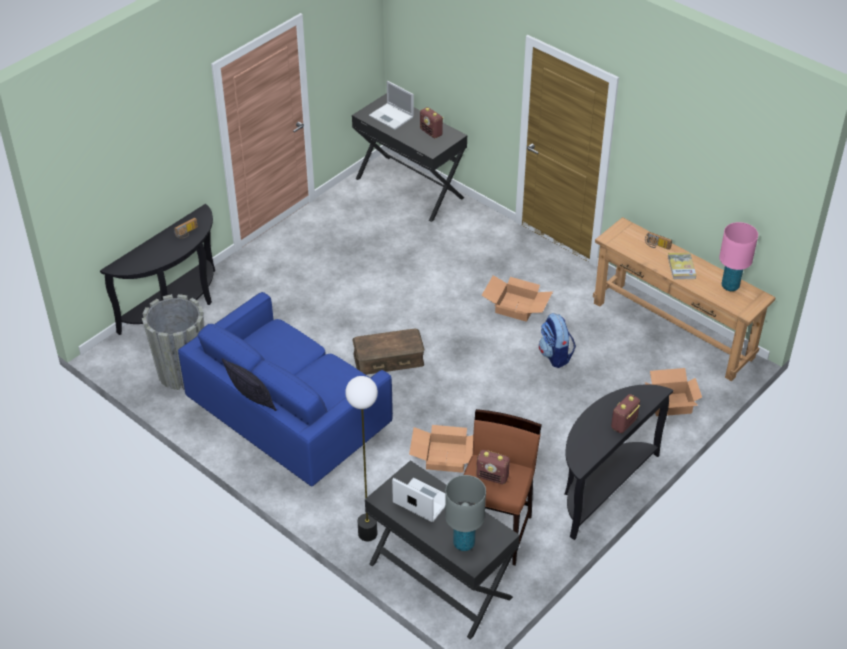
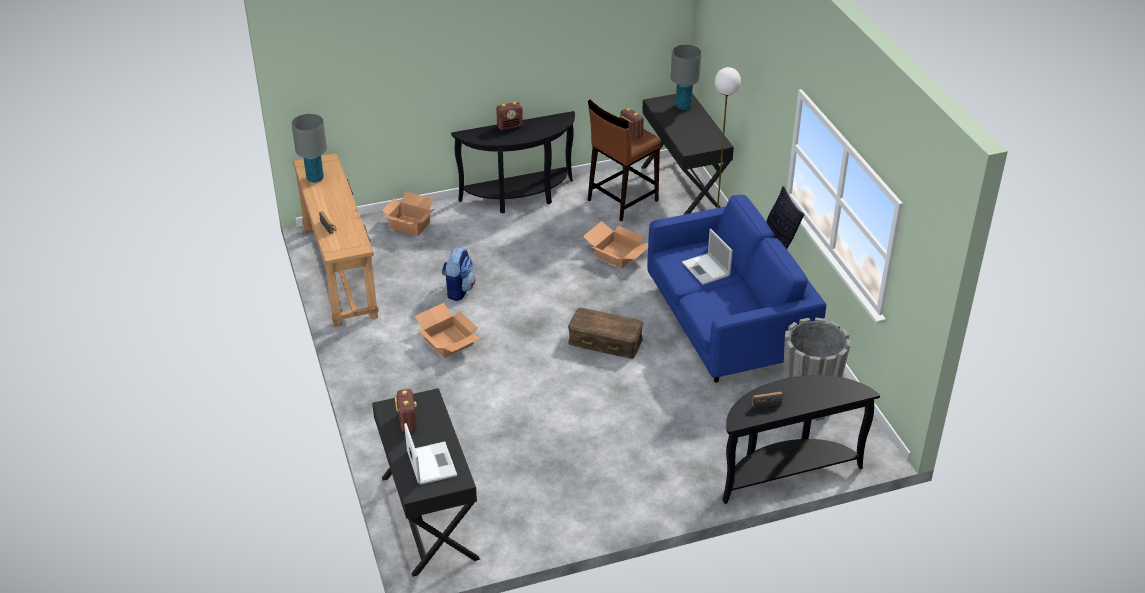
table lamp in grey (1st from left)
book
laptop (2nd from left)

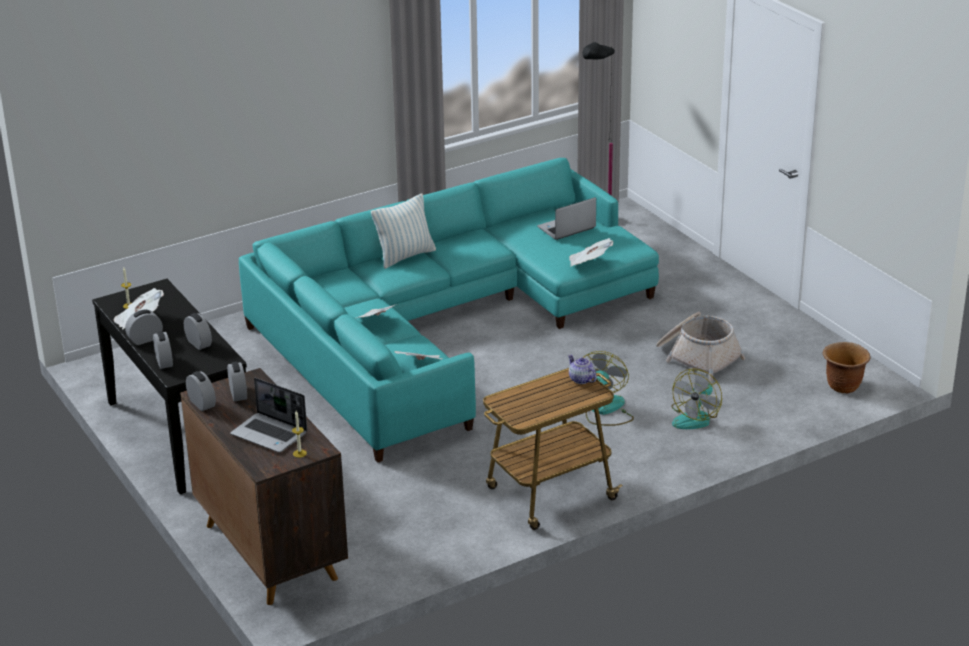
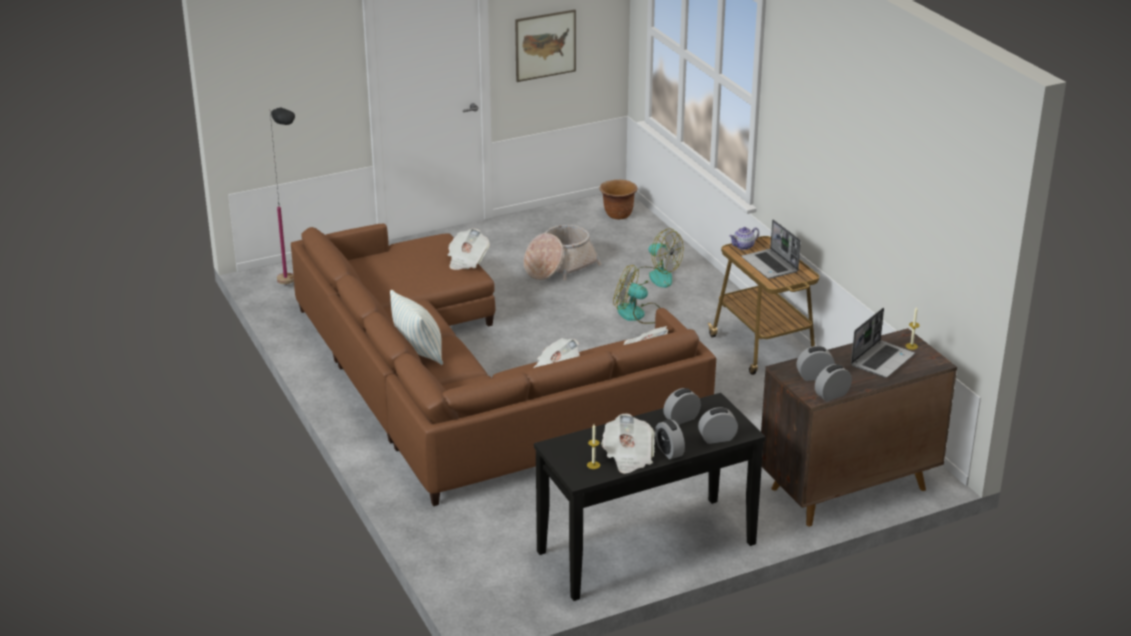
sofa in brown
laptop (1st from left)
picture

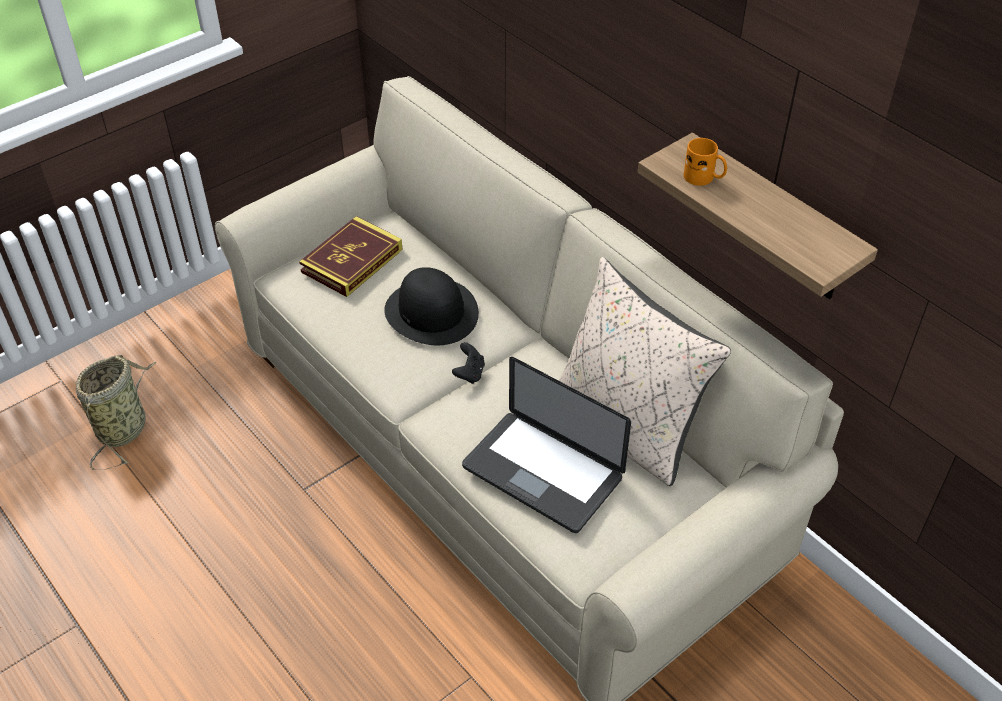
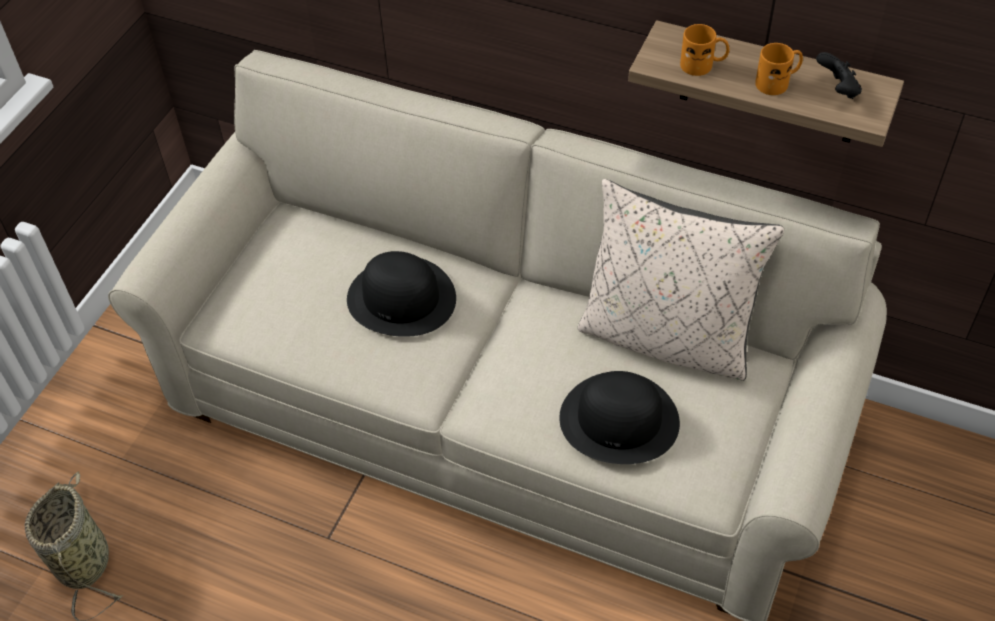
book
game controller in black
hat in black (2nd from left)
mug in orange (2nd from left)

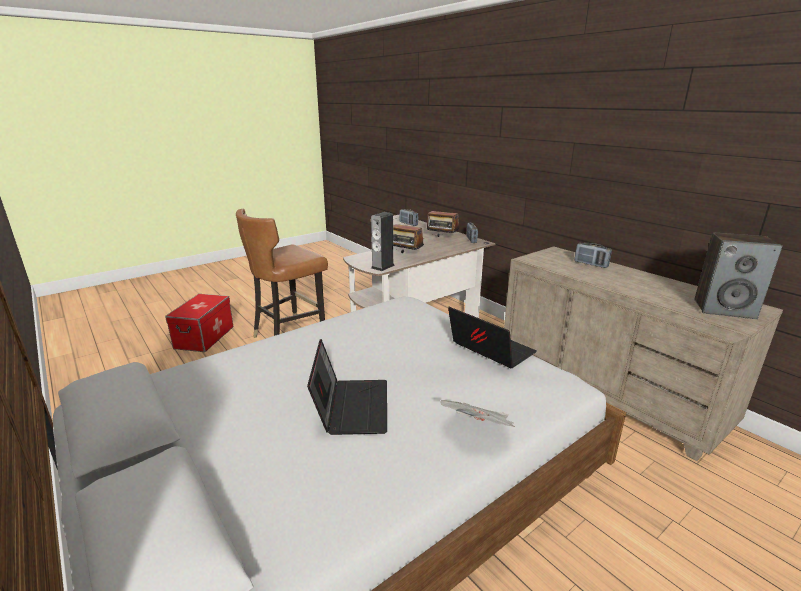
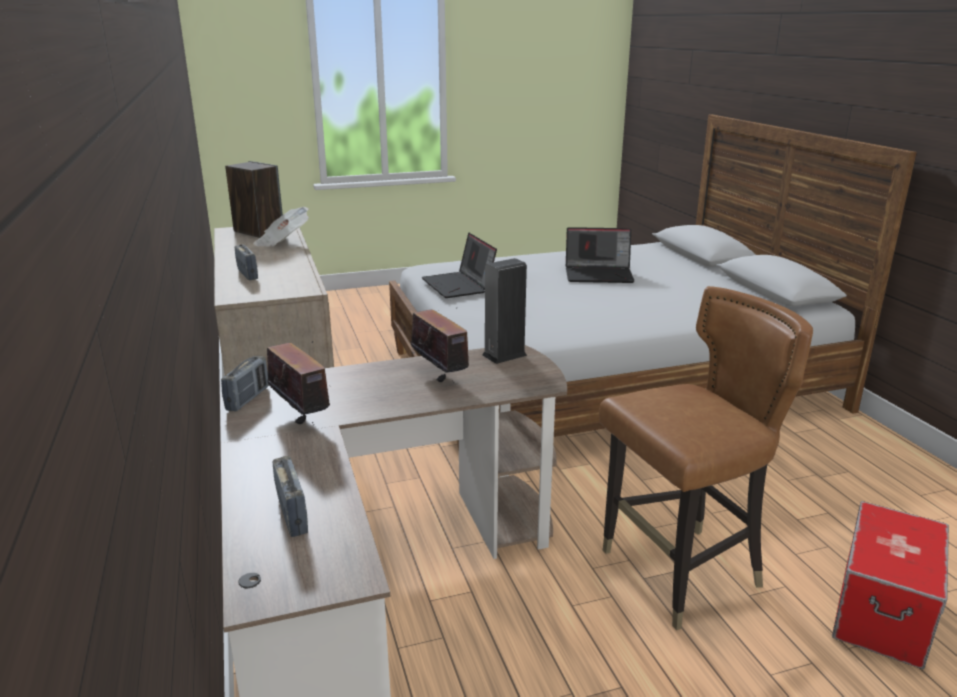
laptop (2nd from left)
newspaper

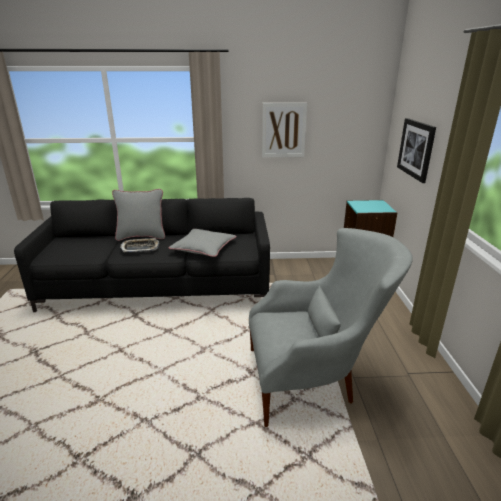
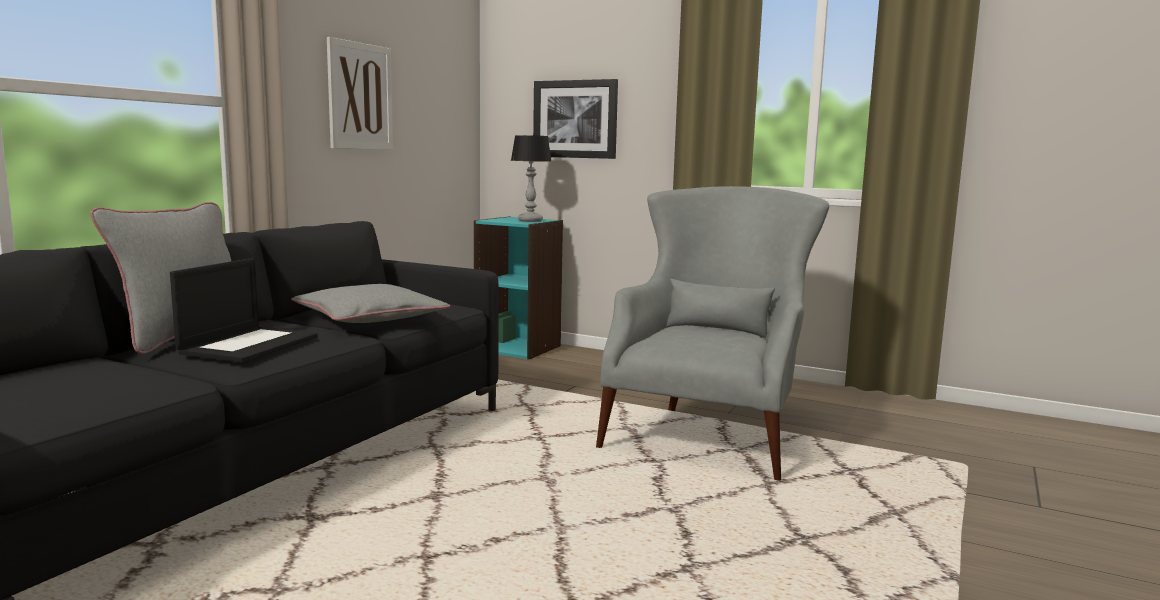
laptop
table lamp

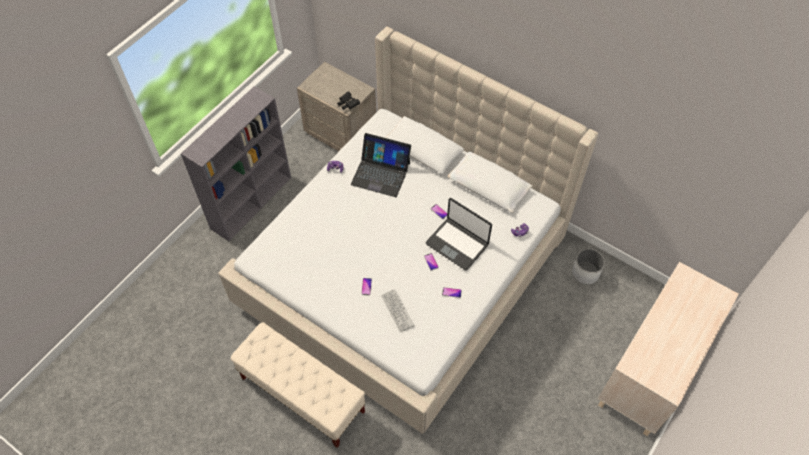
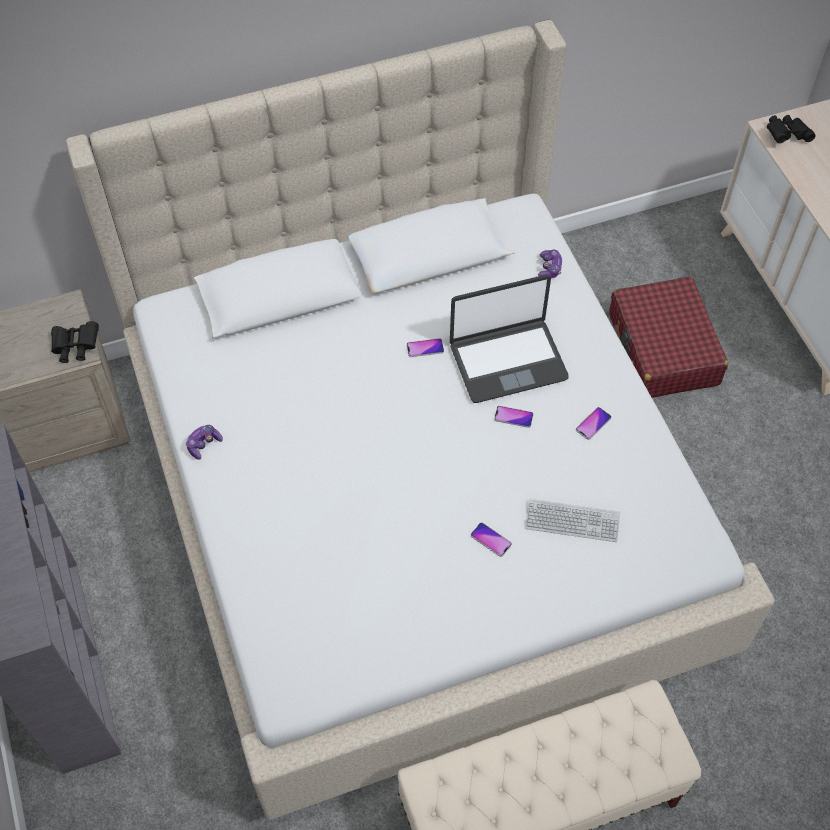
laptop (1st from left in the first image)
planter in white
binoculars in black (2nd from left)
suitcase in red

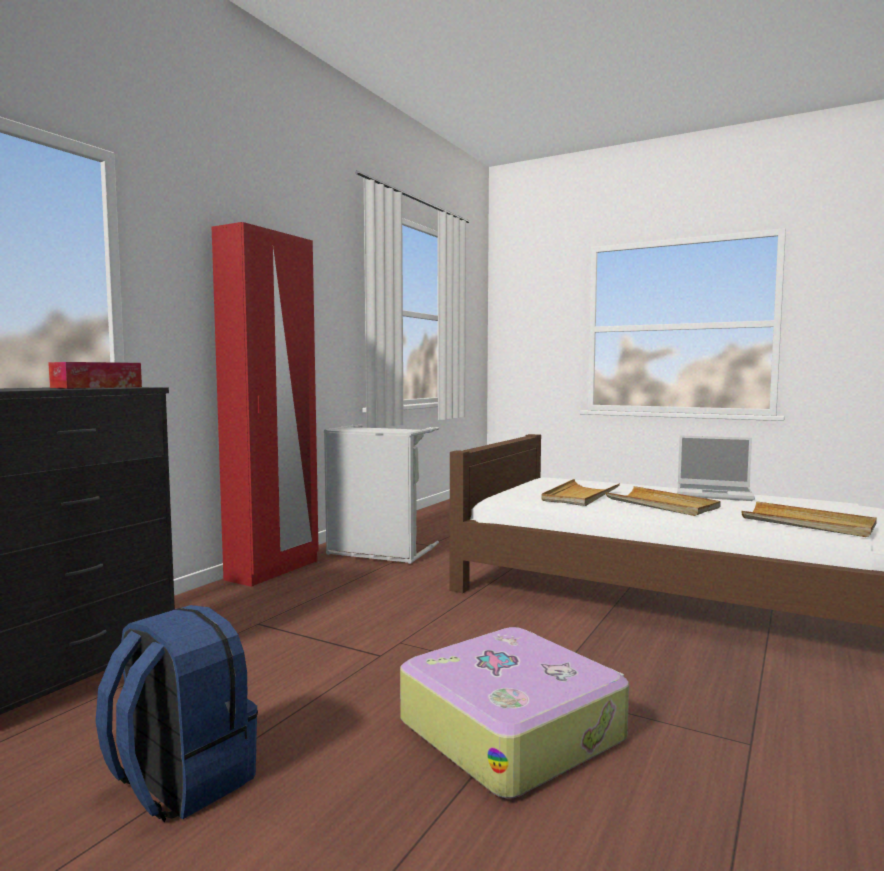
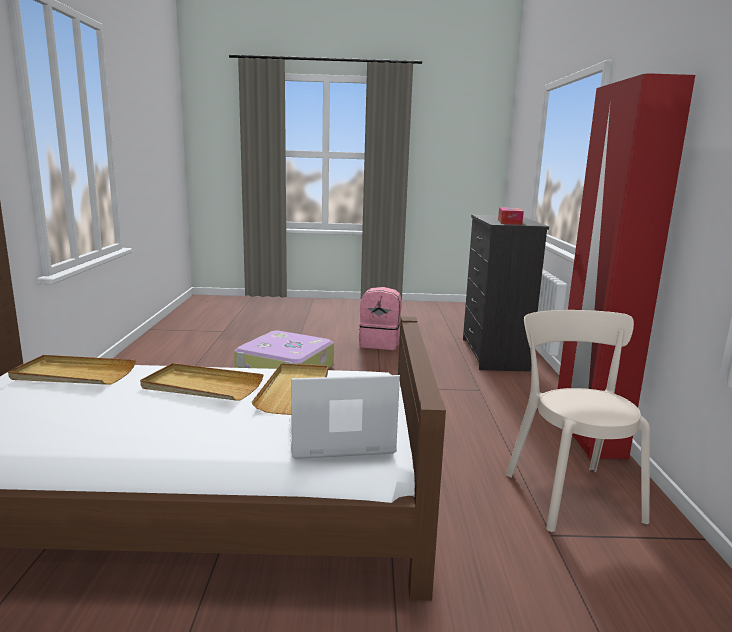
chair in beige
laptop
backpack in pink

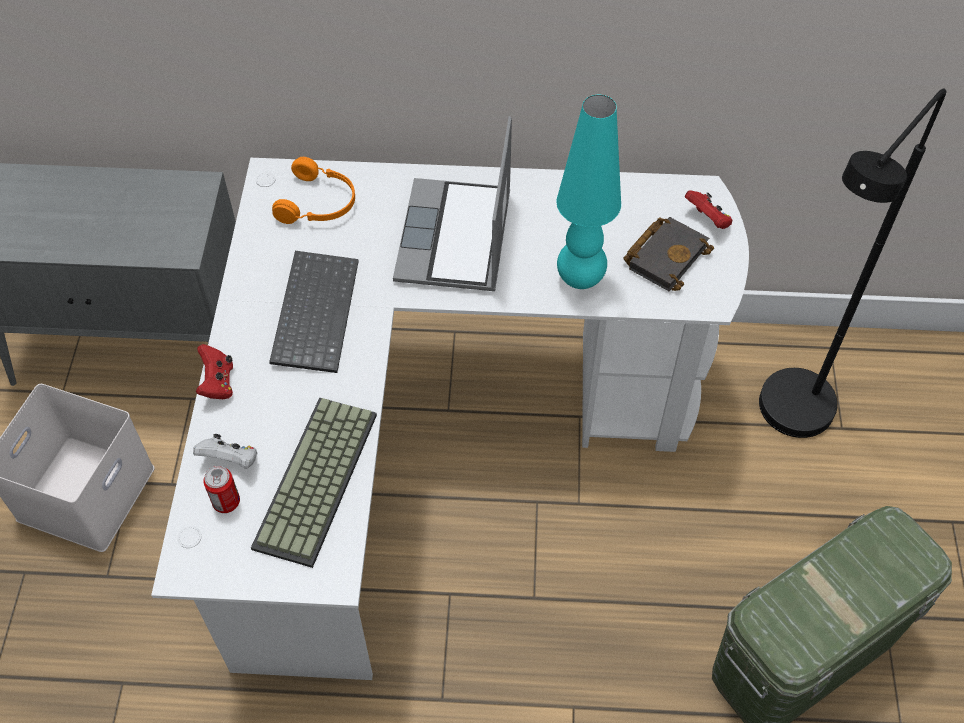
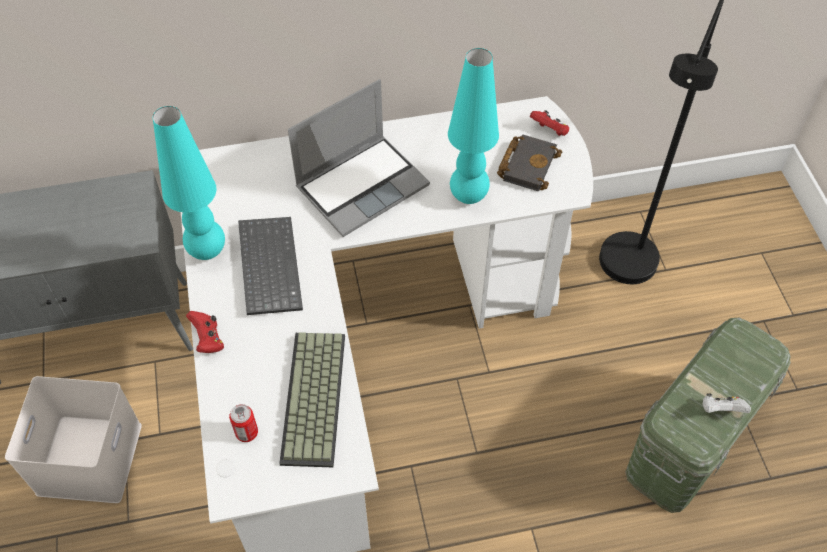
laptop
headphones in orange
game controller in white
table lamp in turquoise (1st from left)

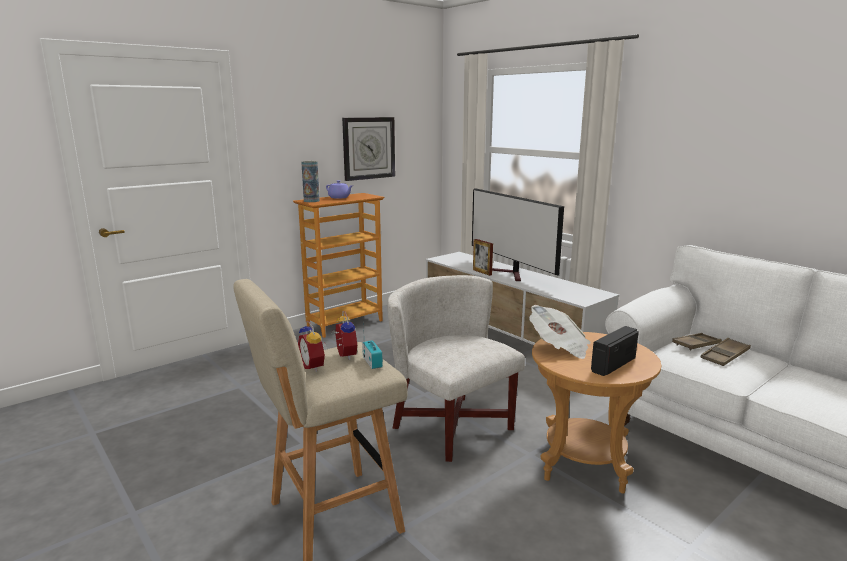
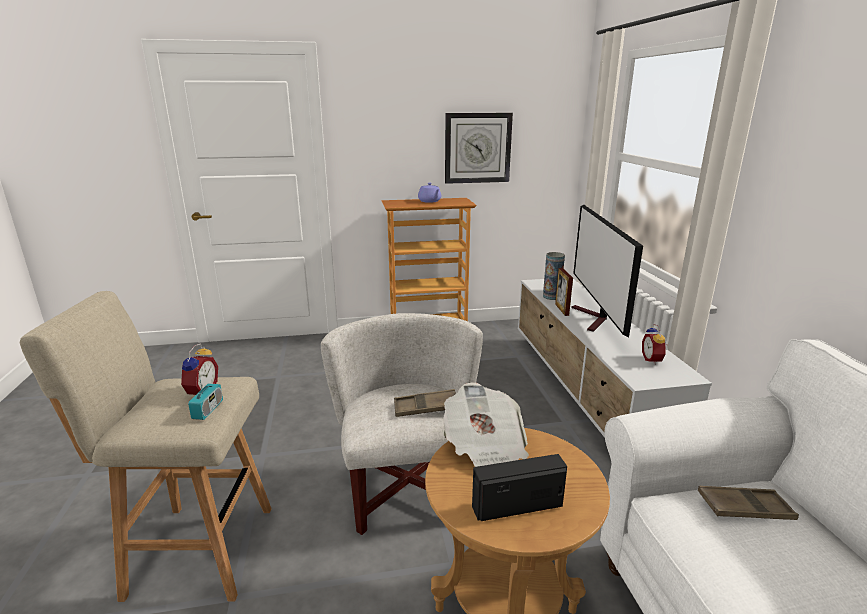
vase
alarm clock (2nd from left)
tray in brown (1st from left)

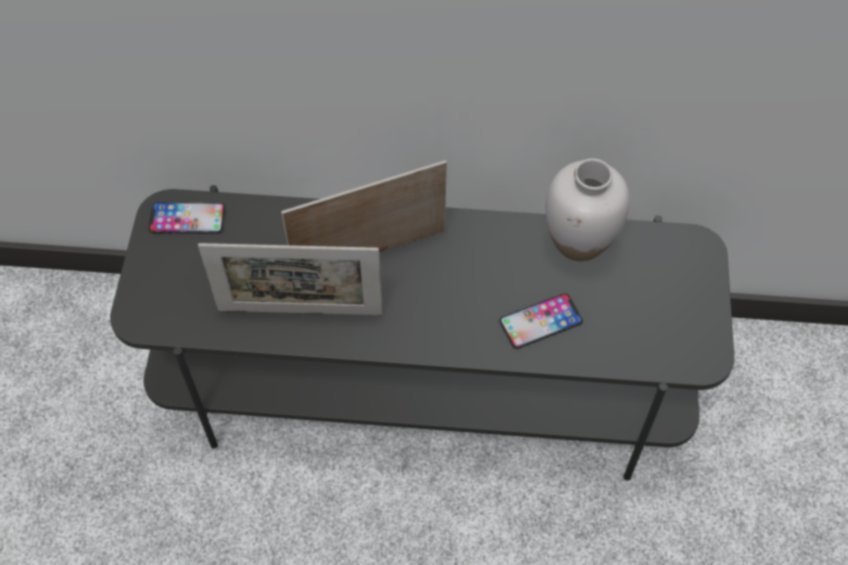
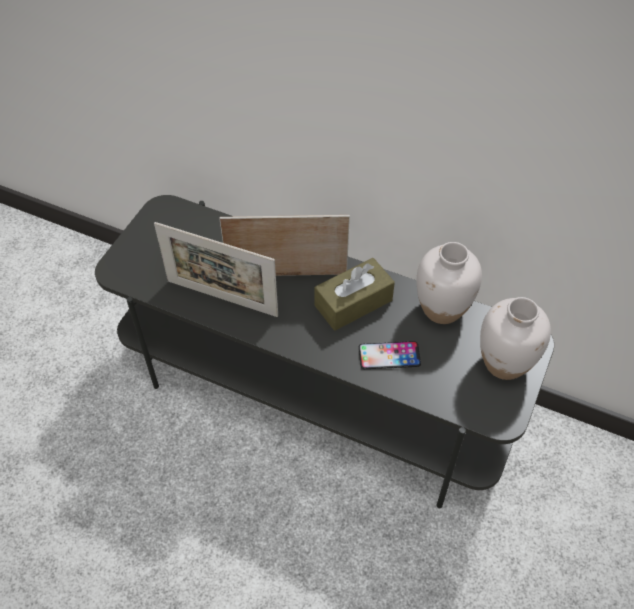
phone (1st from left in the first image)
tissue box in brown
vase in white (2nd from left)

